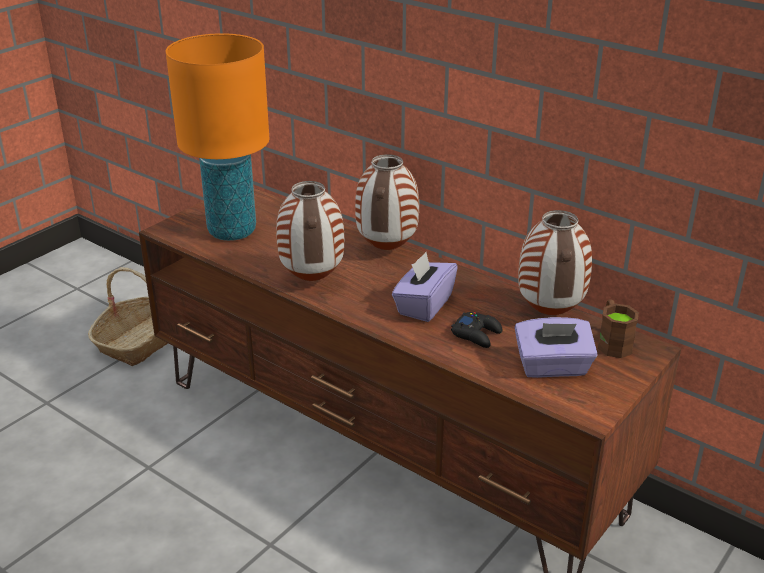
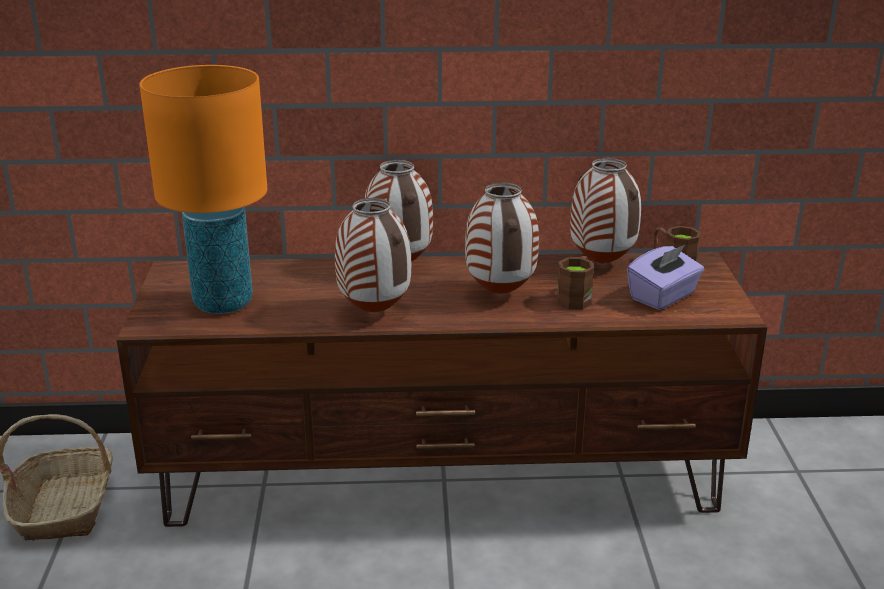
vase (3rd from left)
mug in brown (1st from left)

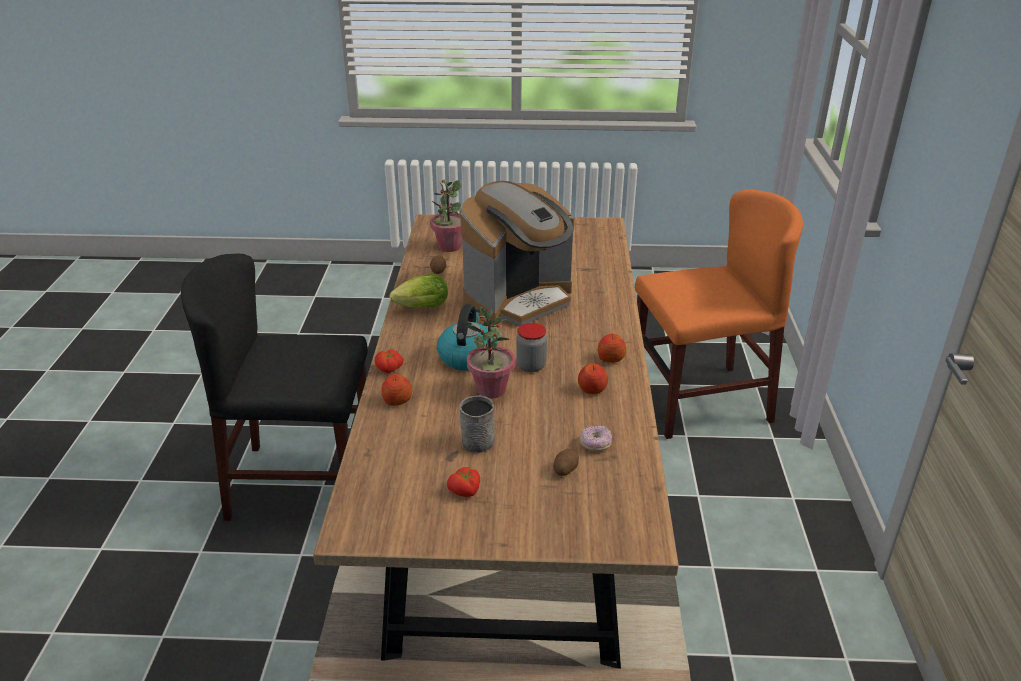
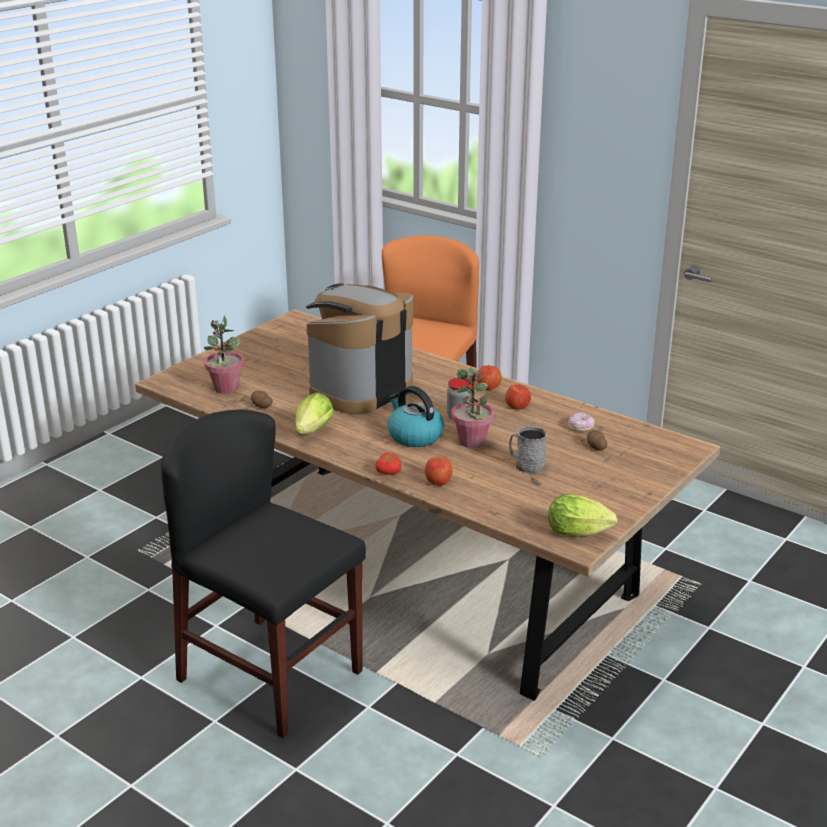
coffee machine
chair in black
tomato (2nd from left in the first image)
lettuce (2nd from left)

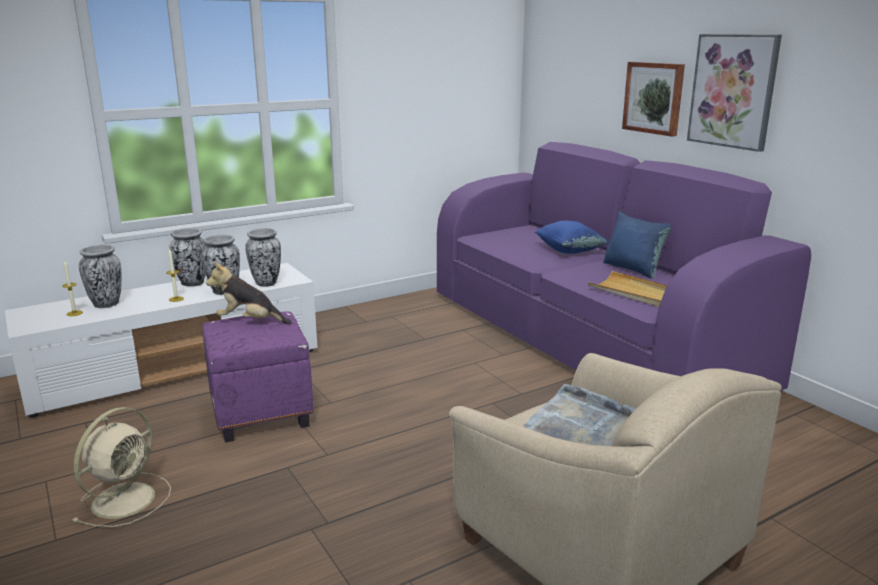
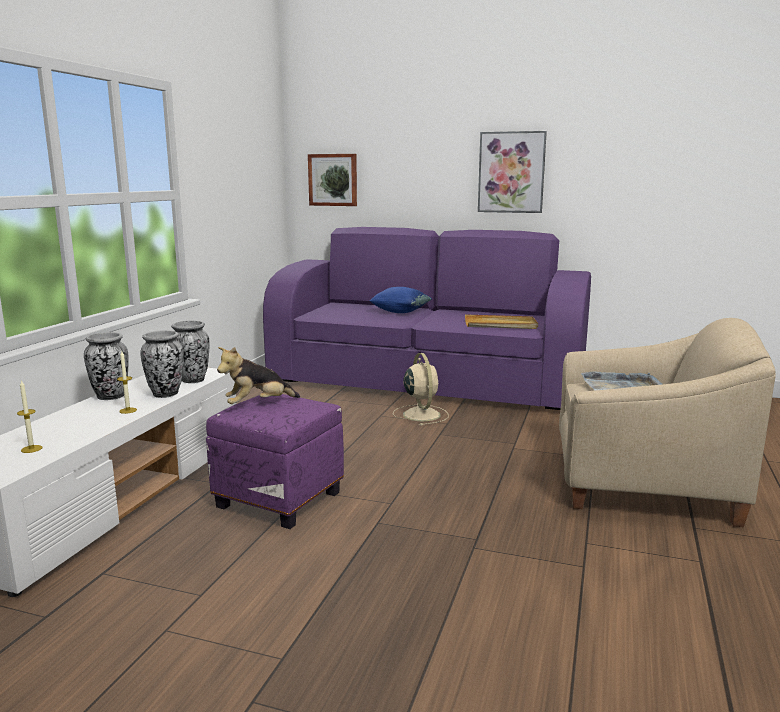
picture (1st from left)
pillow in blue (2nd from left in the first image)
vase (1st from left in the first image)
fan in beige

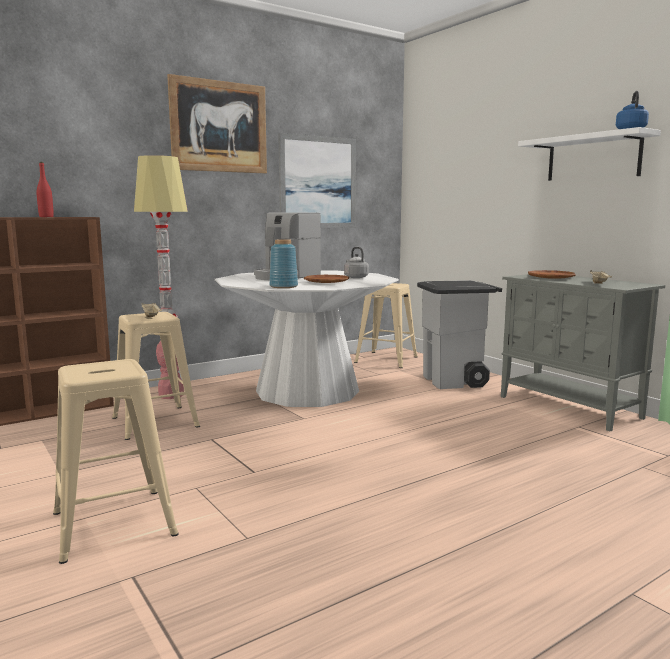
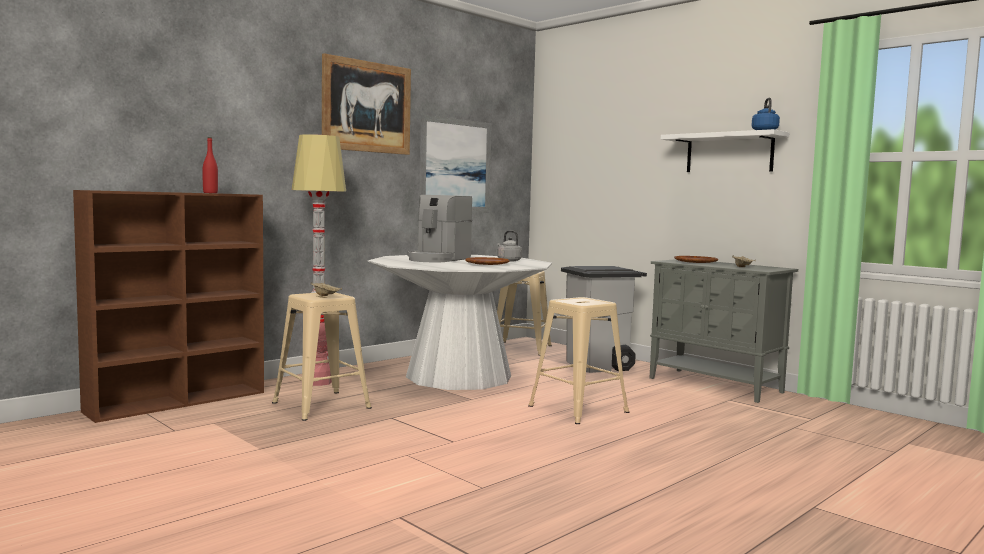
vase in blue
stool in beige (3rd from left)

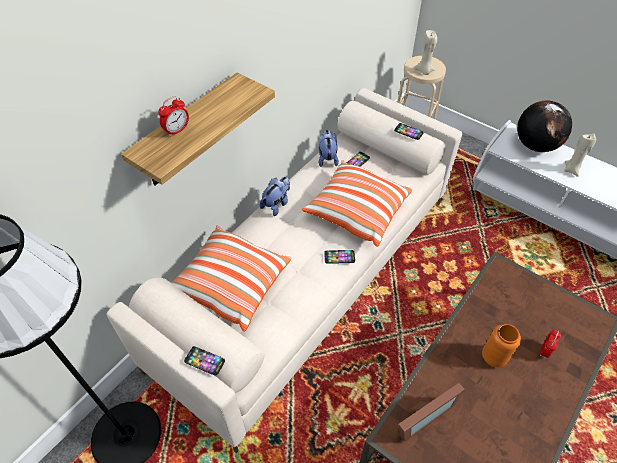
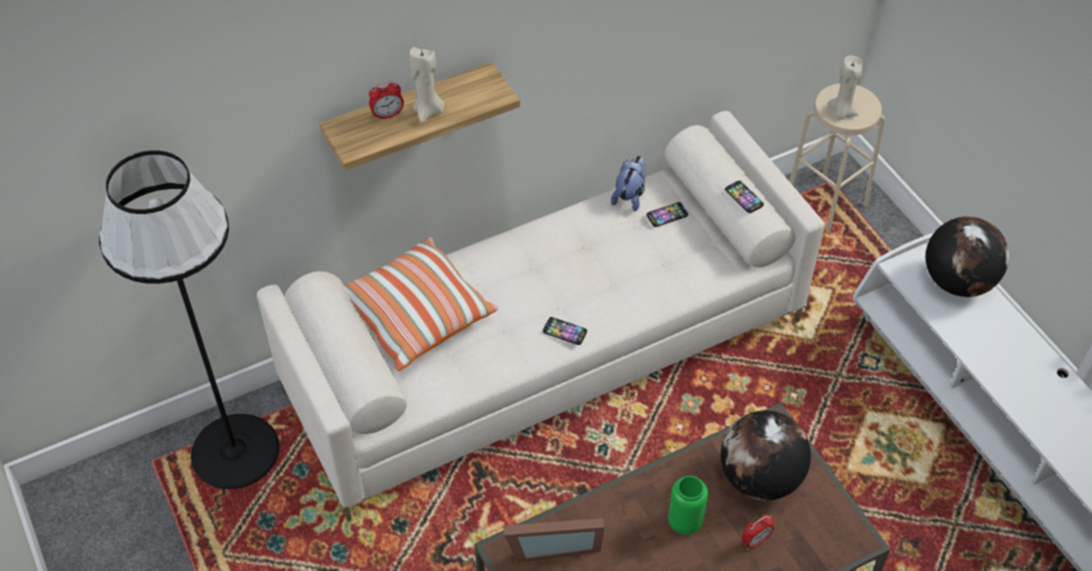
candle in beige (1st from left)
pillow (2nd from left in the first image)
plush toy (1st from left in the first image)
vase in green
phone (1st from left in the first image)
globe (1st from left)

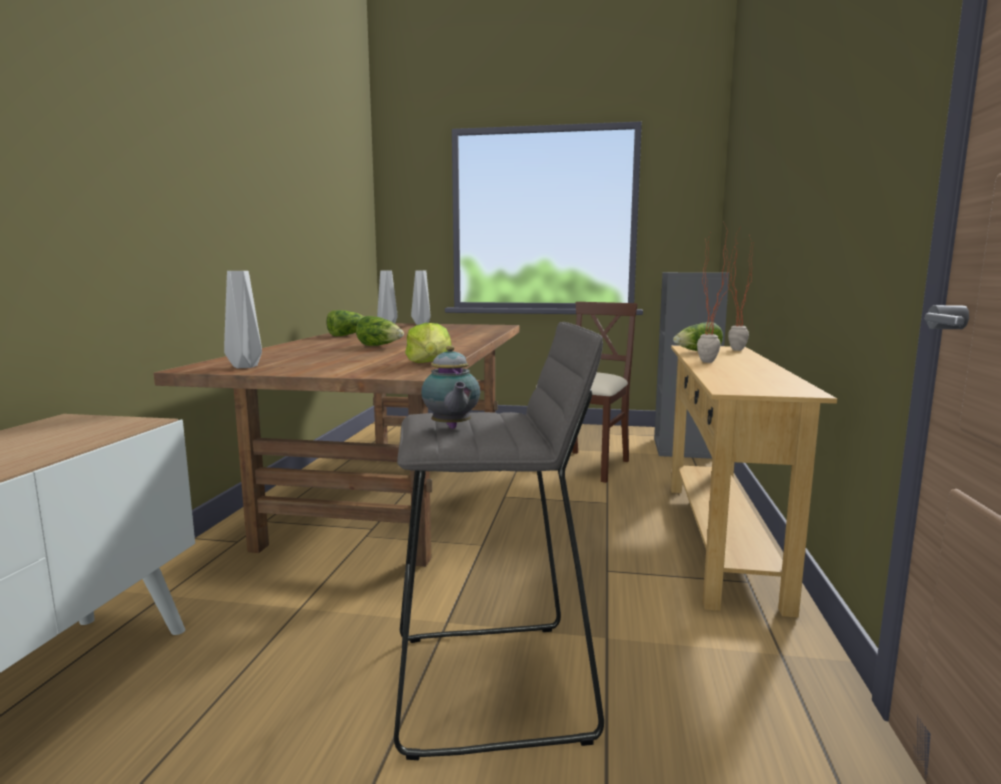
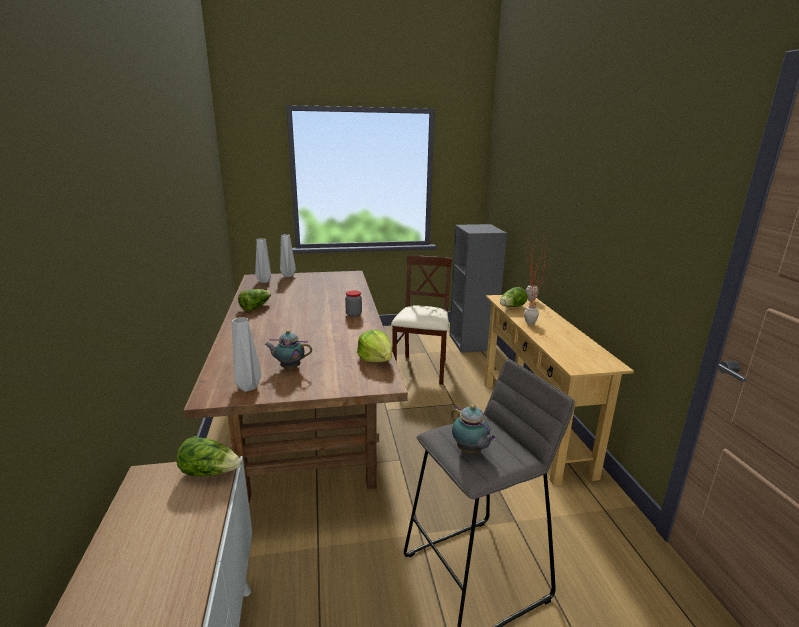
lettuce (1st from left)
jar
teapot (1st from left)

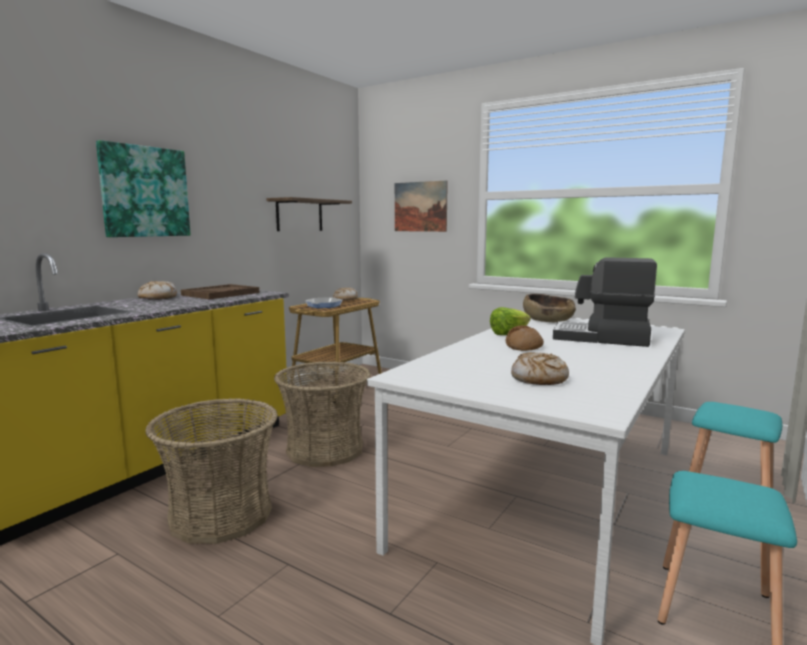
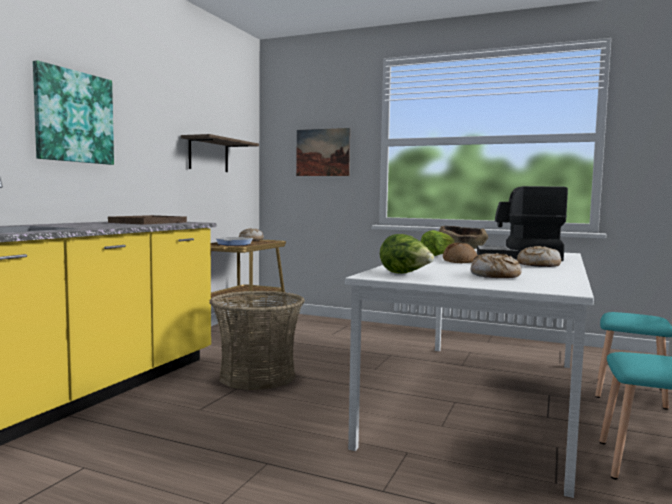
bread (4th from left)
basket (1st from left in the first image)
lettuce (1st from left)

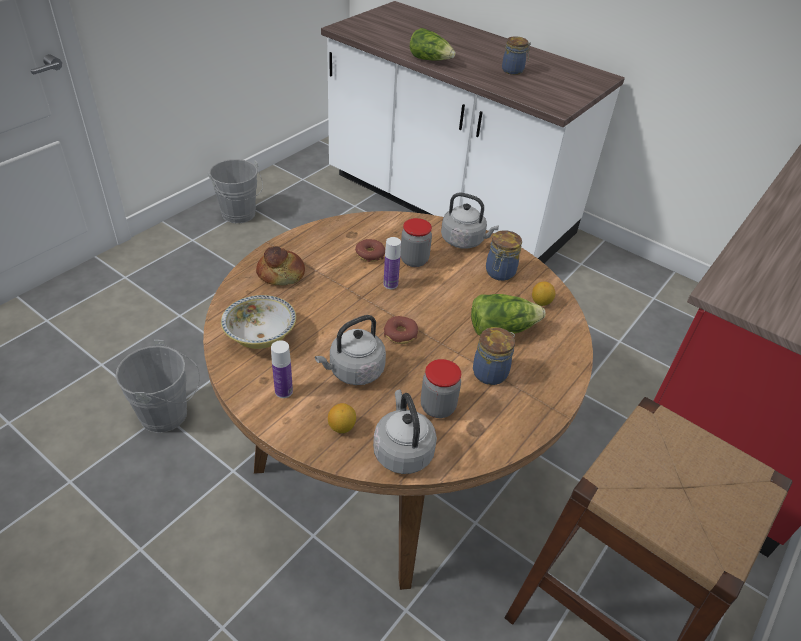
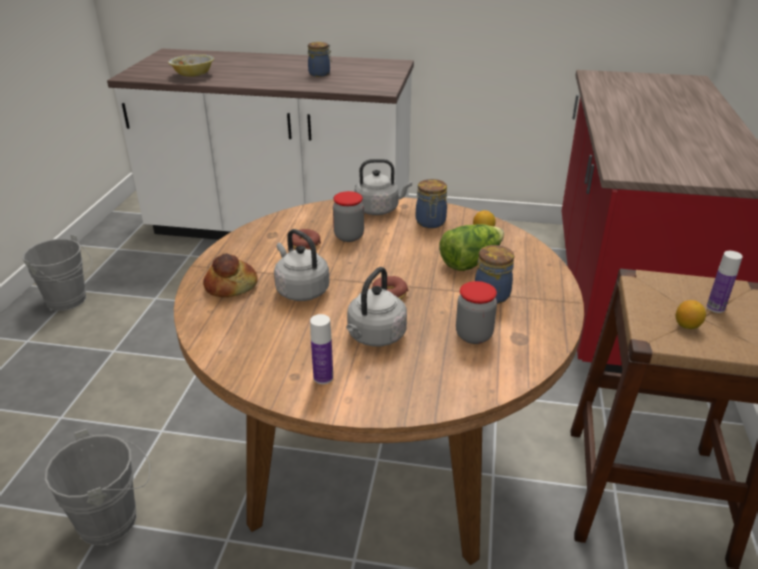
lettuce (1st from left in the first image)
bottle (2nd from left)
bowl
kettle in grey (1st from left)
lemon (2nd from left)

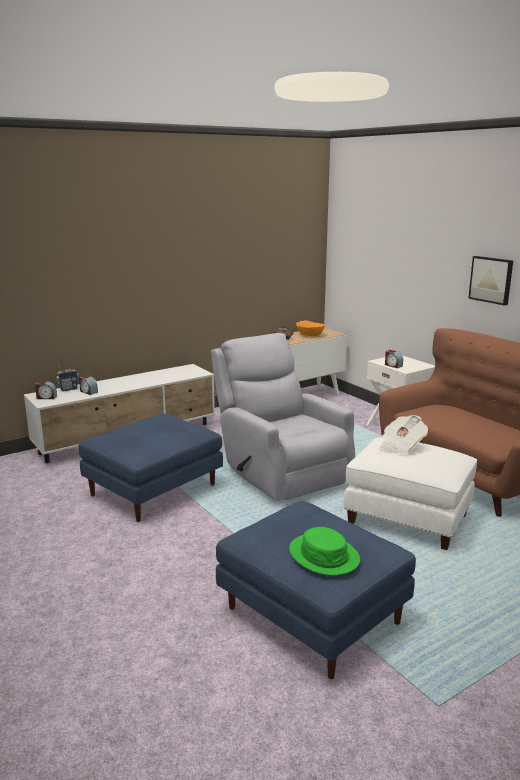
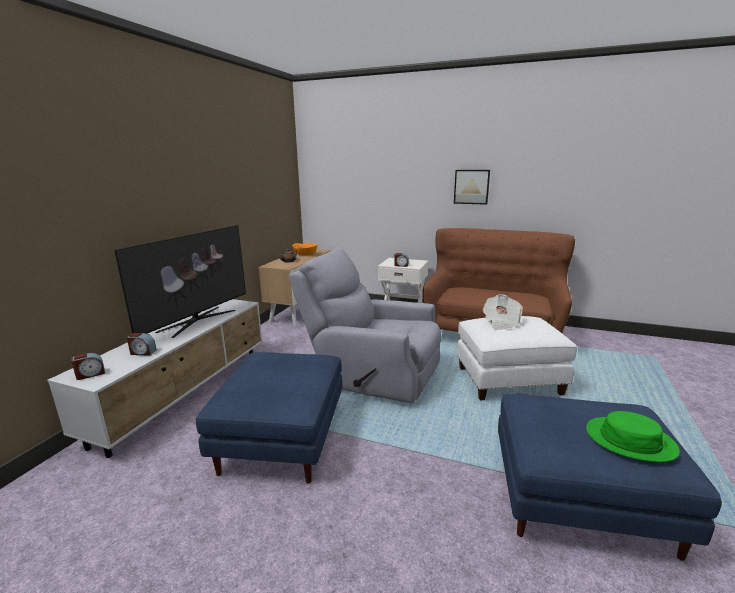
radio
television

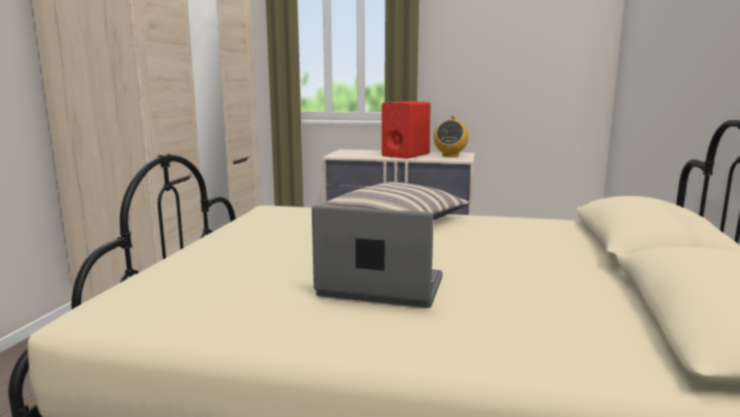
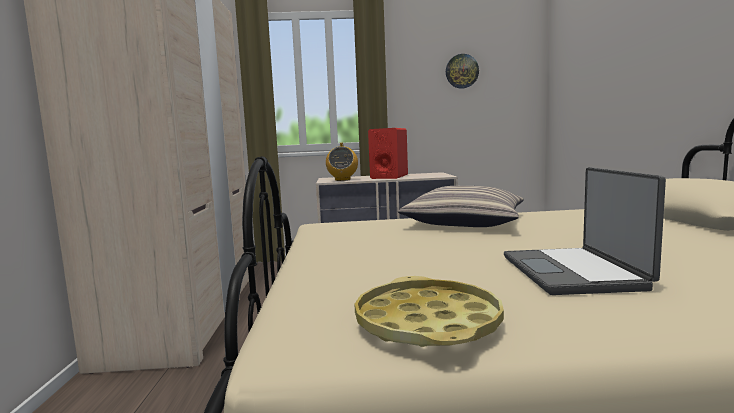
radio
laptop
wall clock
tray in yellow

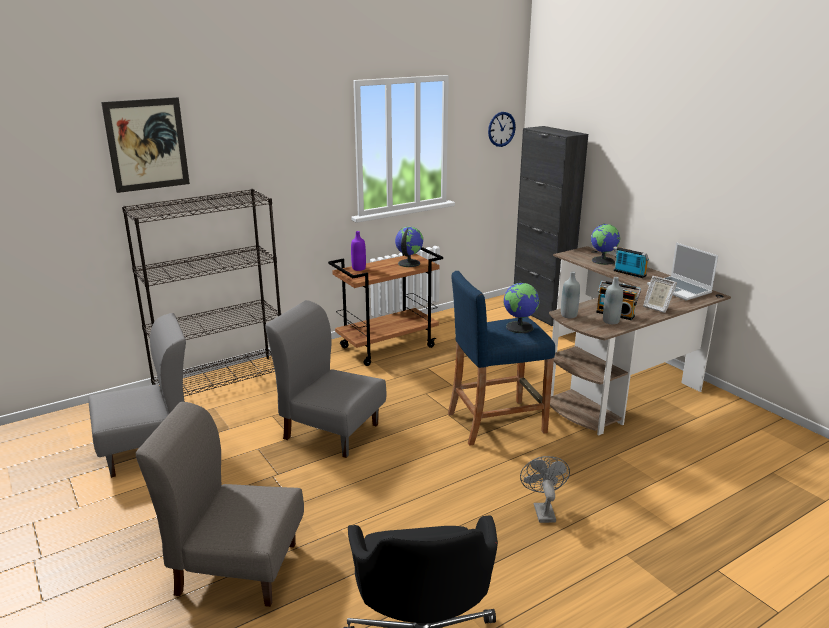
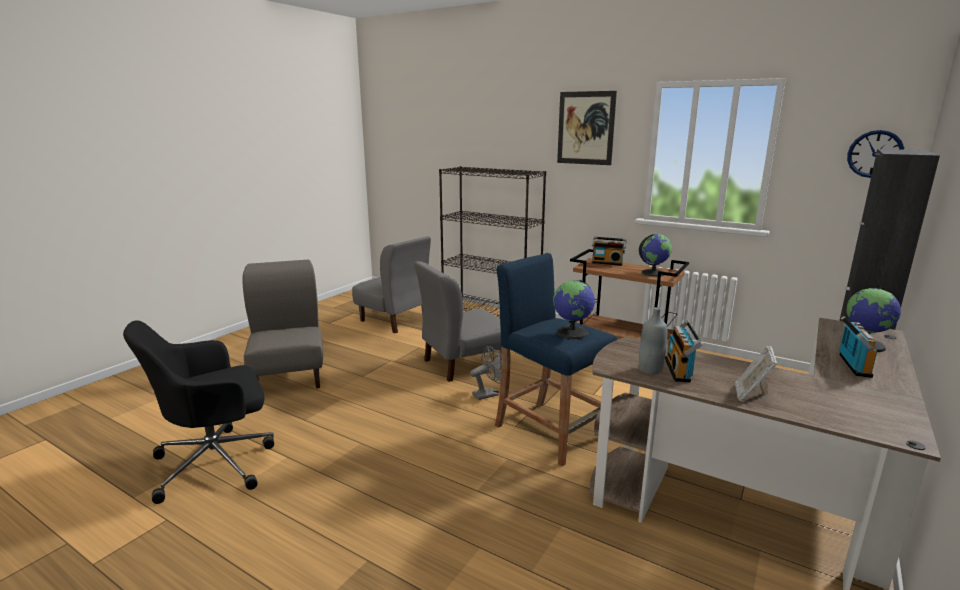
picture
radio (1st from left)
laptop
bottle in grey (1st from left in the first image)
chair in grey (3rd from left)
fan in grey

